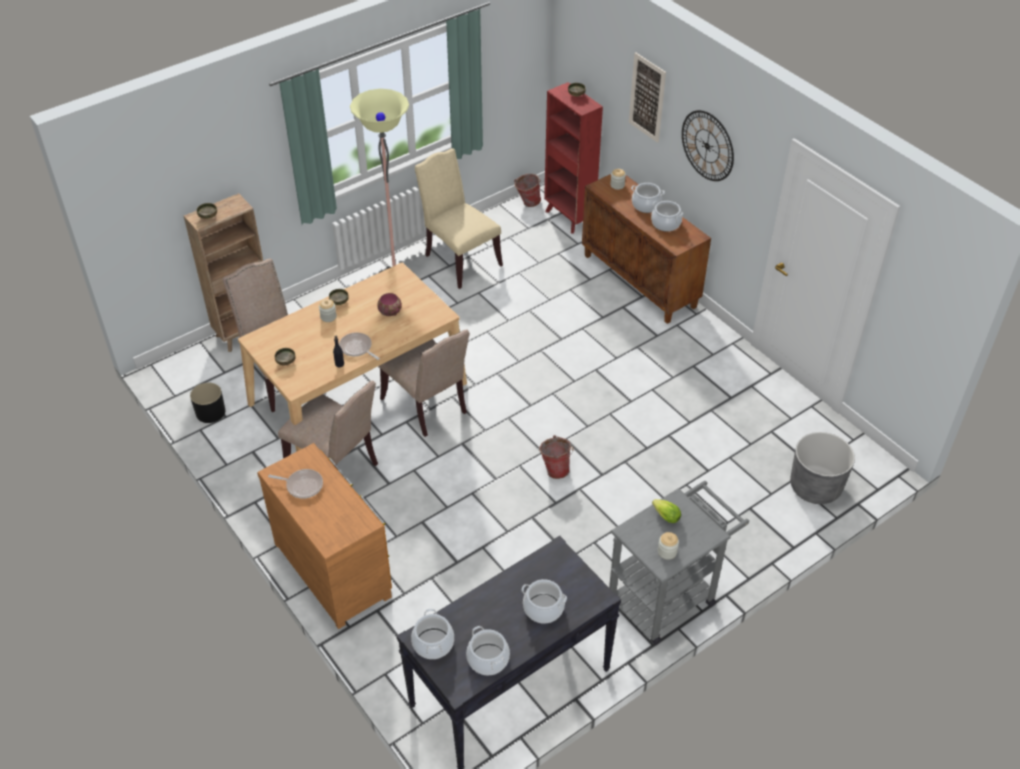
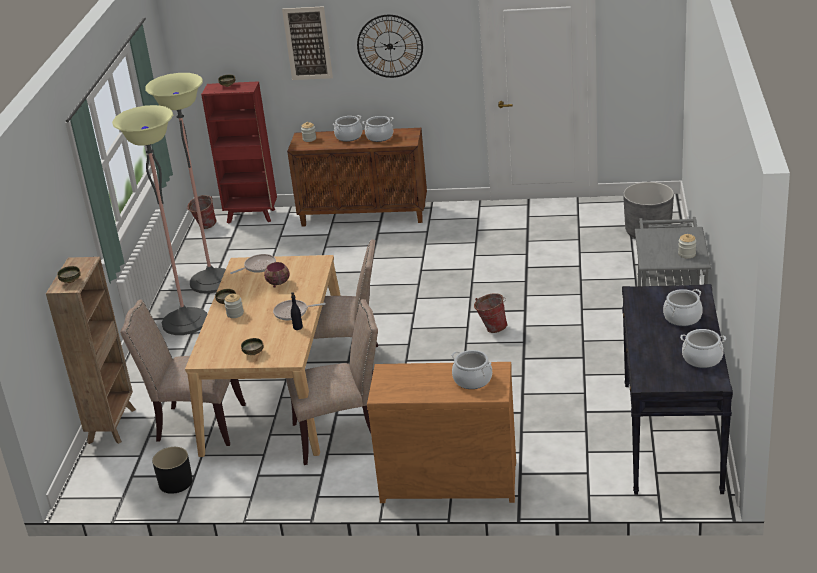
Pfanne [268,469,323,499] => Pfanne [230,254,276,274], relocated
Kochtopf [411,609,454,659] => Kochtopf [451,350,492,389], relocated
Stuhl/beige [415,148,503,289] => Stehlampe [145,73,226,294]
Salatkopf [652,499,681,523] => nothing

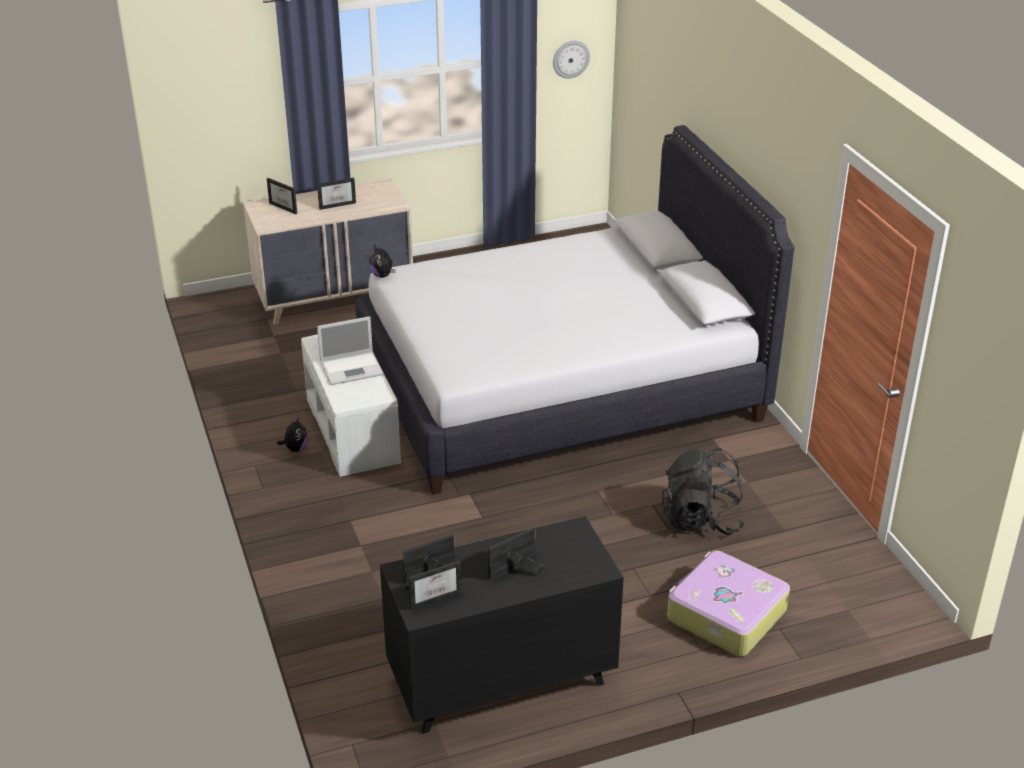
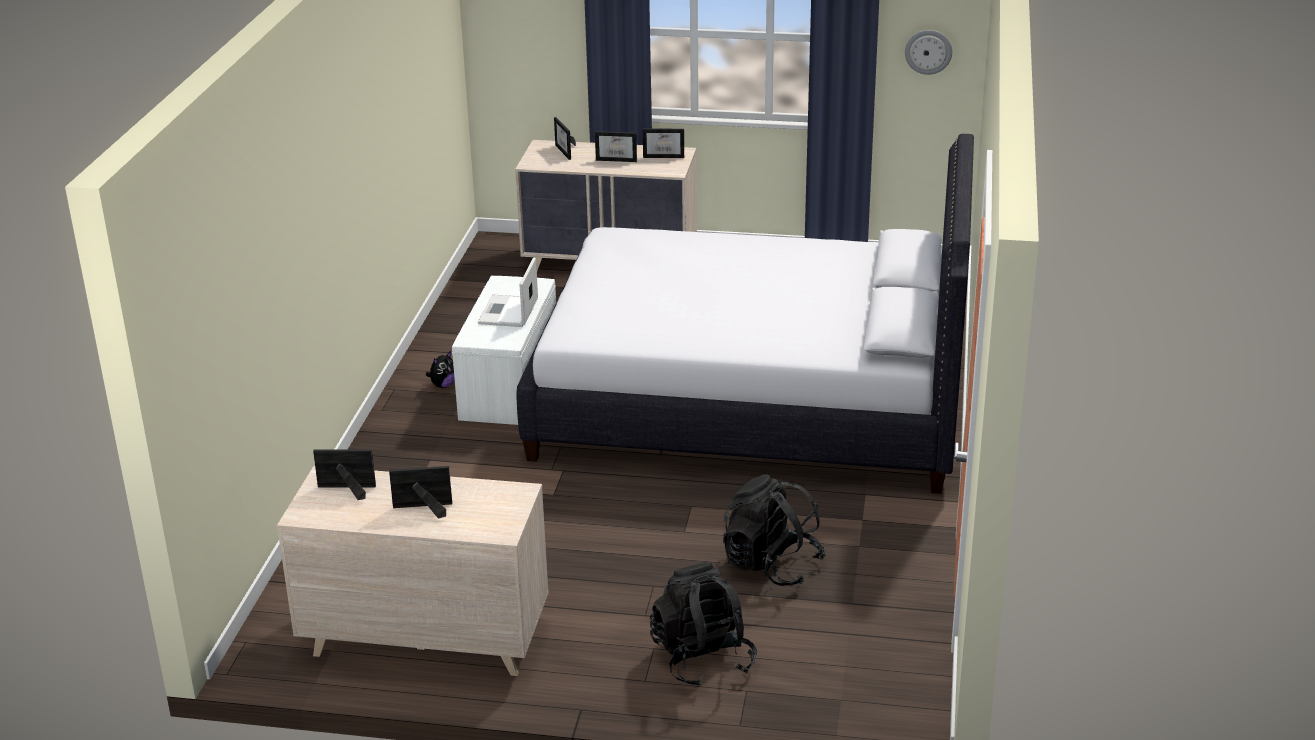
Laptop [317,316,384,385] => Laptop [478,257,538,327], 90 degrees clockwise
Plüschtier [369,245,395,278] => nothing
Kommode/schwarz [380,516,624,734] => Kommode/beige [277,466,548,676]
Bilderrahmen [405,560,462,610] => Bilderrahmen [643,129,684,158], relocated
Koffer [667,550,790,657] => Rucksack/schwarz [650,562,757,686]

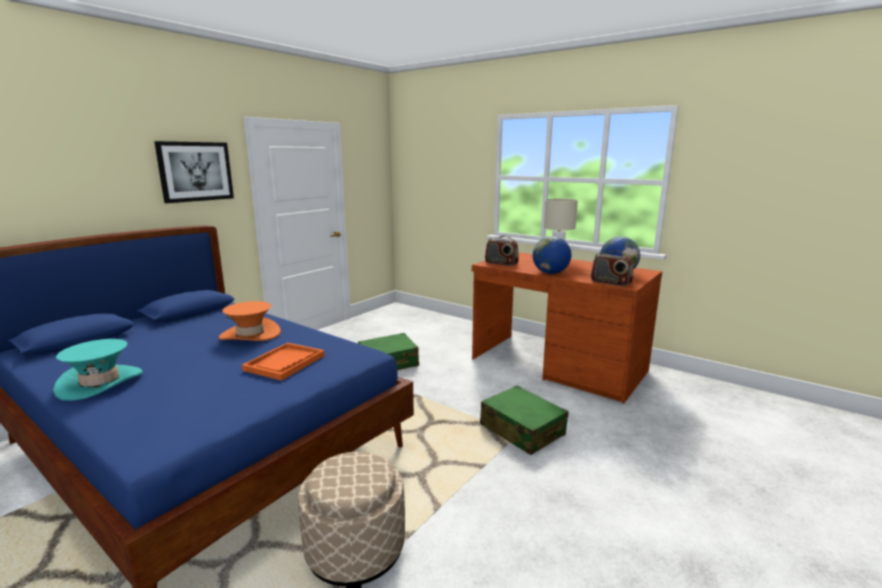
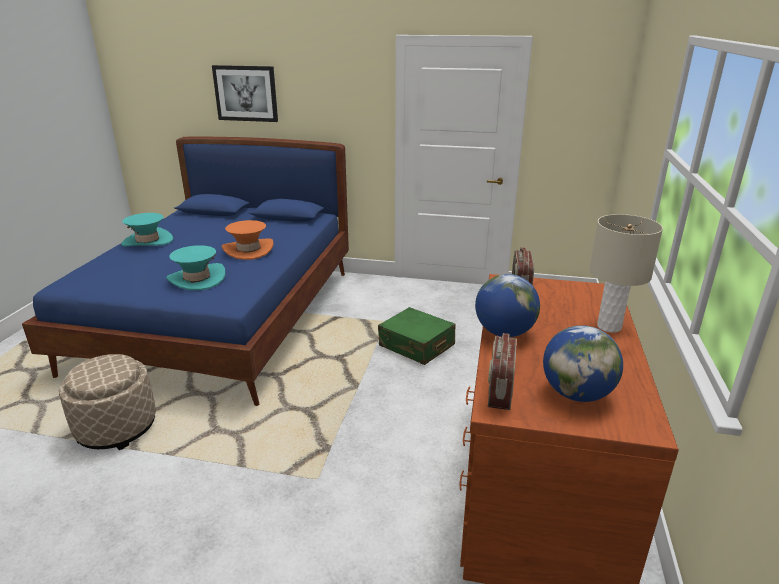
Bild [154,141,234,203] => Bild [212,65,278,122], relocated
Tablett/orange [242,343,325,381] => Hut/türkis [166,245,225,290]
Koffer/grün [480,385,569,455] => nothing

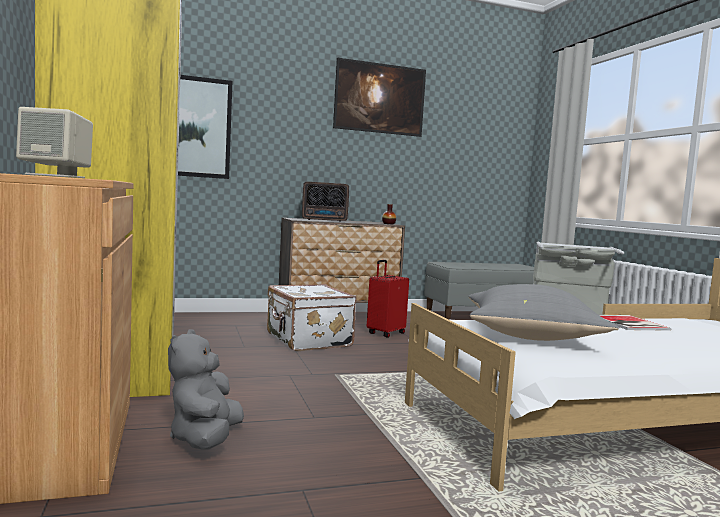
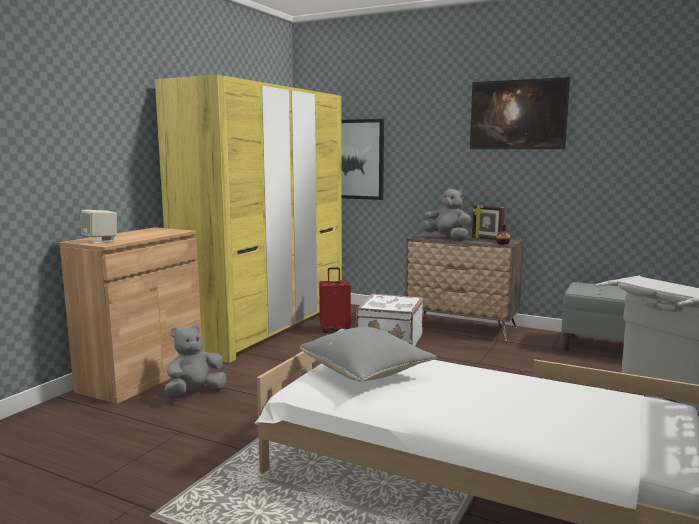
Radio [302,182,349,222] => Plüschtier/grau [420,188,471,240]
Koffer/rot [367,260,409,338] => Koffer/rot [319,267,351,333], relocated
Buch [598,314,671,331] => nothing
nothing => Bilderrahmen [472,205,505,240]

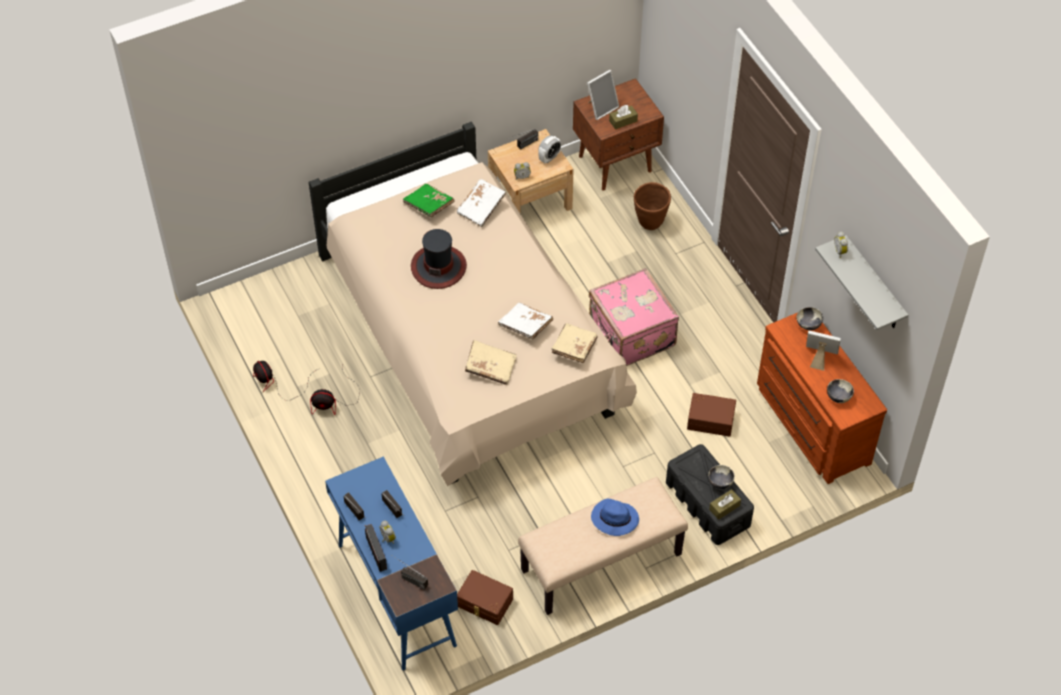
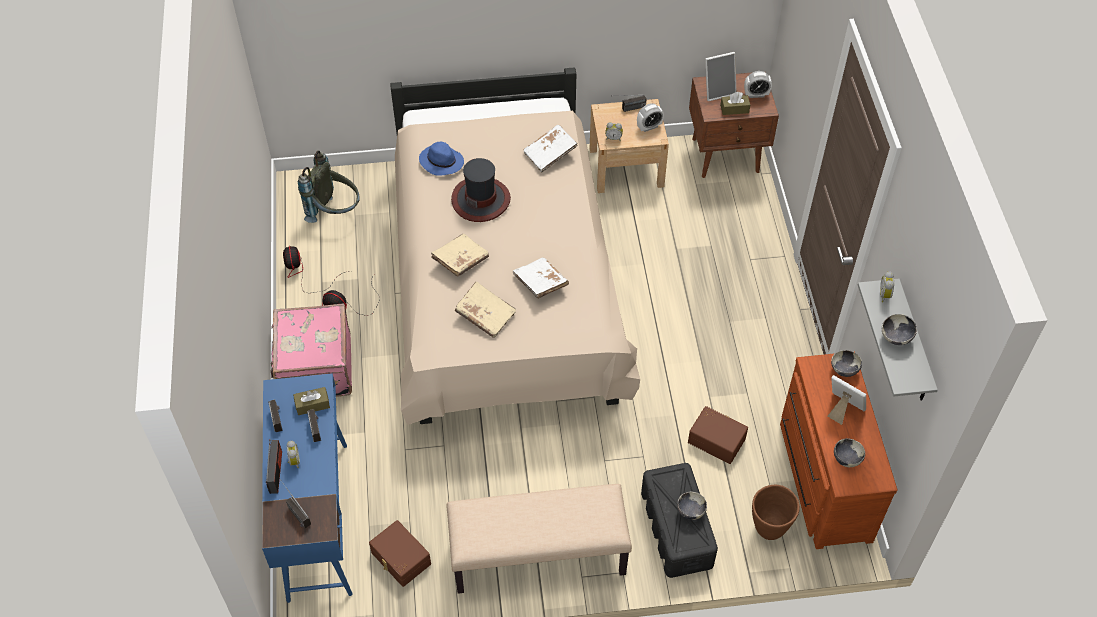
Buch/grün [403,184,455,218] => nothing
Buch/beige [551,323,598,363] => Buch/beige [431,234,489,277], relocated
Koffer/rosa [589,268,679,366] => Koffer/rosa [271,304,352,397], relocated
Hut/blau [591,499,639,536] => Hut/blau [419,142,464,176], relocated
Pflanzkübel/braun [634,182,671,230] => Pflanzkübel/braun [752,485,800,540], relocated
Taschentuchbox/braun [709,489,741,520] => Taschentuchbox/braun [293,387,330,415], relocated
nothing => Rucksack/grau [298,150,360,223]
nothing => Wecker [744,71,772,98]
nothing => Schüssel [882,314,917,345]

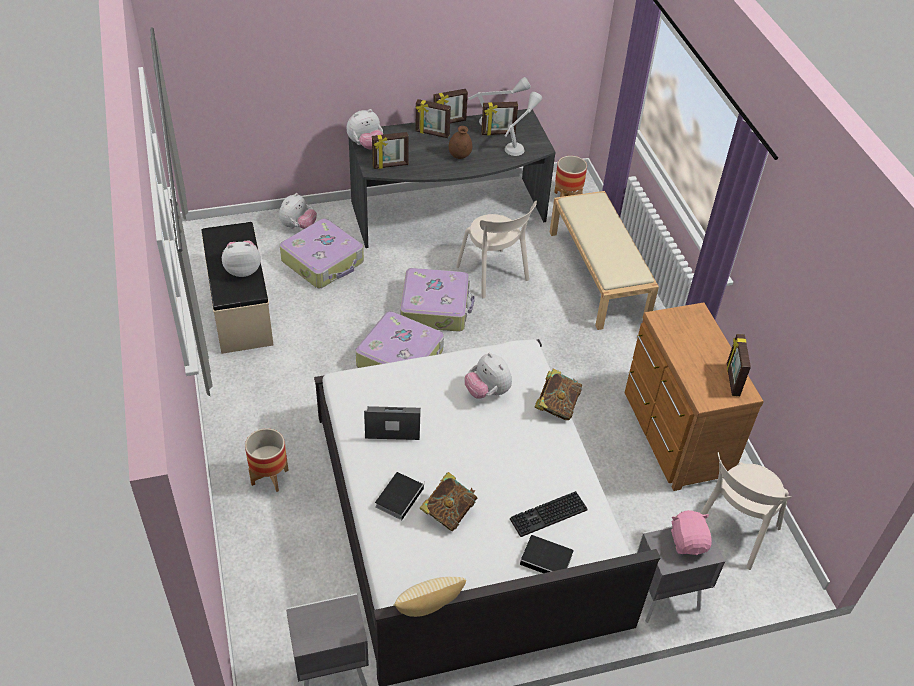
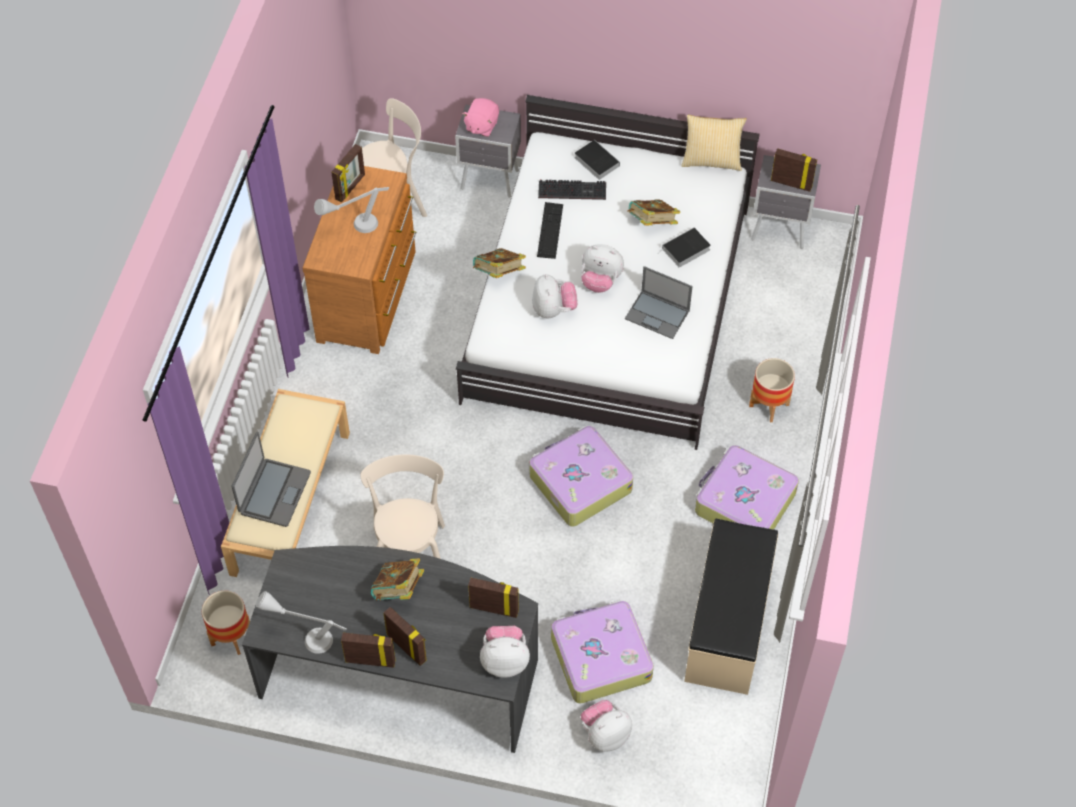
Plüschtier [222,240,261,277] => Plüschtier [581,244,624,293], relocated
Koffer [400,268,475,332] => Koffer [695,445,799,529], relocated
Vase/braun [449,126,472,159] => Buch [371,558,424,601]
Bilderrahmen [481,102,518,135] => Bilderrahmen [771,148,817,192], relocated
Tischlampe/grau [505,92,543,156] => Tischlampe/grau [314,187,389,233], relocated
nothing => Laptop [232,432,311,527]
nothing => Tastatur [537,202,563,259]

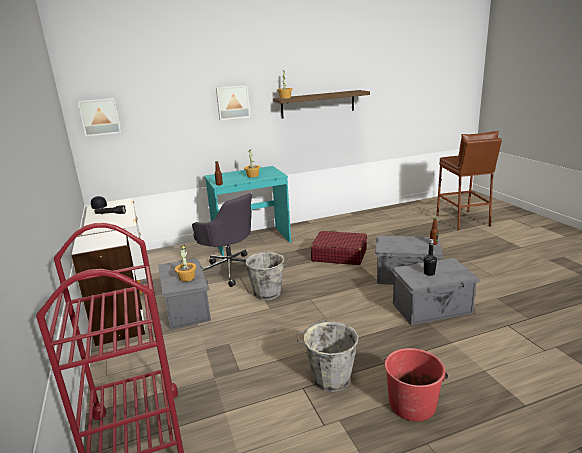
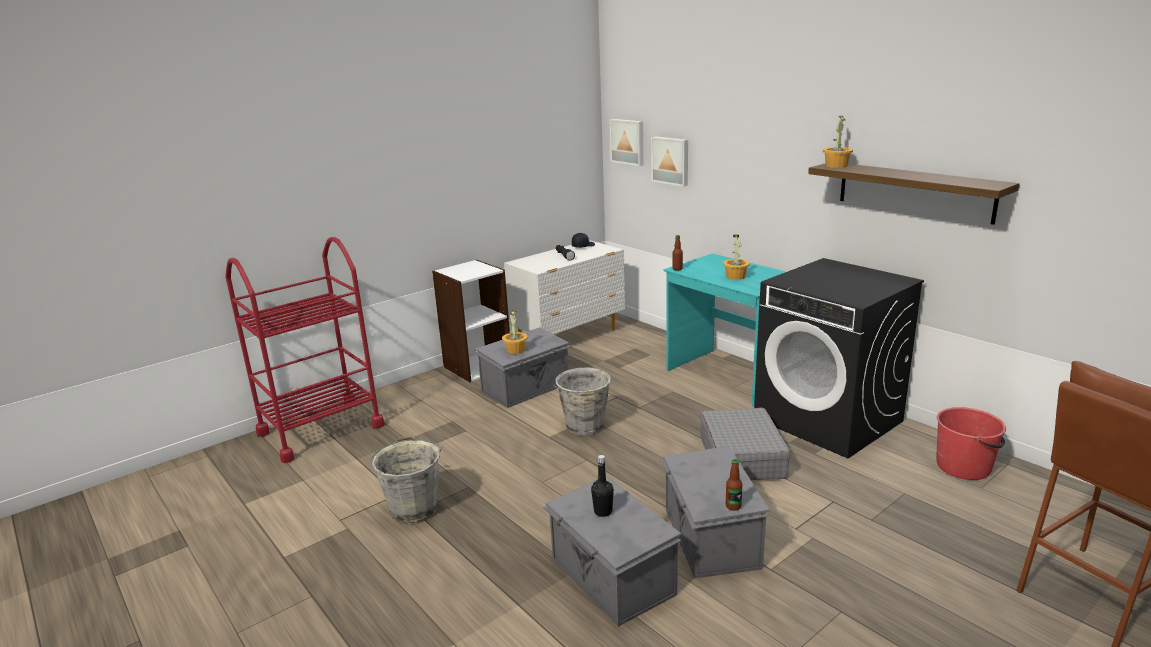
Bürostuhl/grau [192,193,252,287] => nothing
Bild [216,85,250,120] => Bild [651,136,688,187], relocated
Koffer/rot [311,231,367,265] => Koffer/grau [700,408,790,480]
Eimer/rot [384,348,448,421] => Eimer/rot [937,407,1006,480], relocated
nothing => Waschmaschine/schwarz [754,258,924,458]

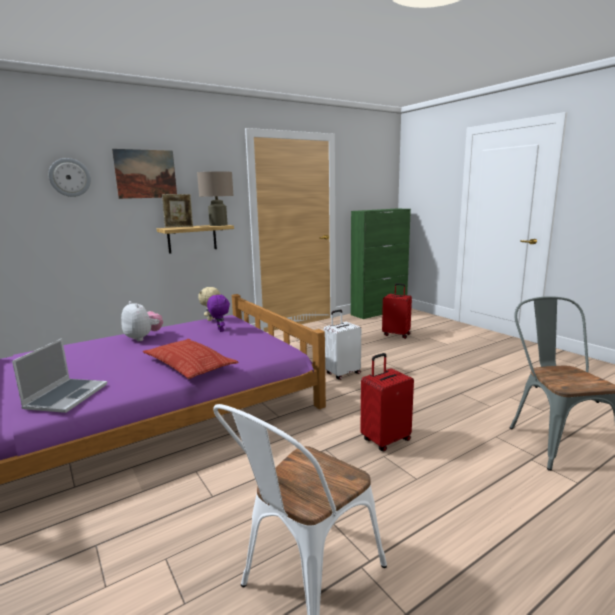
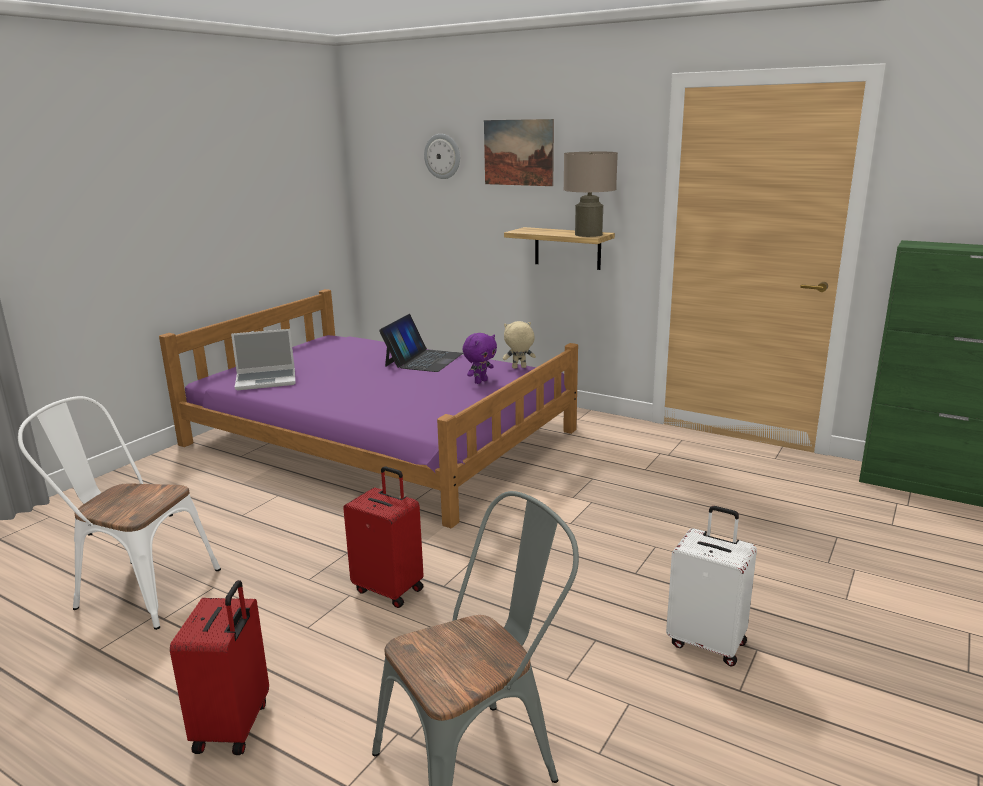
Plüschtier [121,301,163,341] => Laptop [379,314,463,372]
Kissen [143,339,238,379] => nothing
Bilderrahmen [162,194,193,228] => nothing
Koffer/weiß [323,310,361,380] => Koffer/weiß [666,506,757,667], relocated
Koffer/rot [382,283,412,339] => Koffer/rot [170,580,269,755], relocated

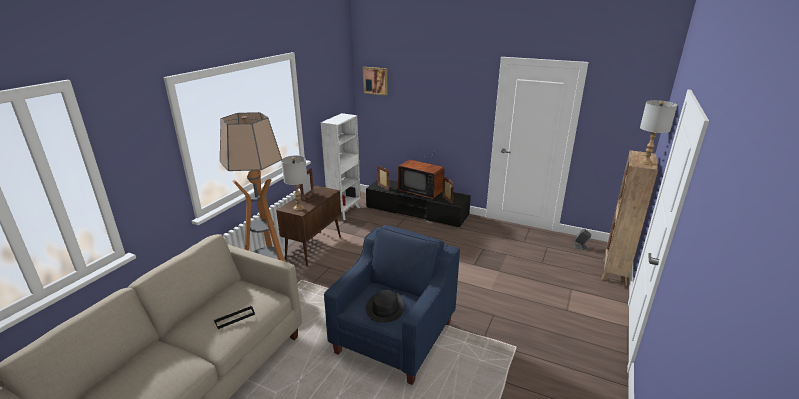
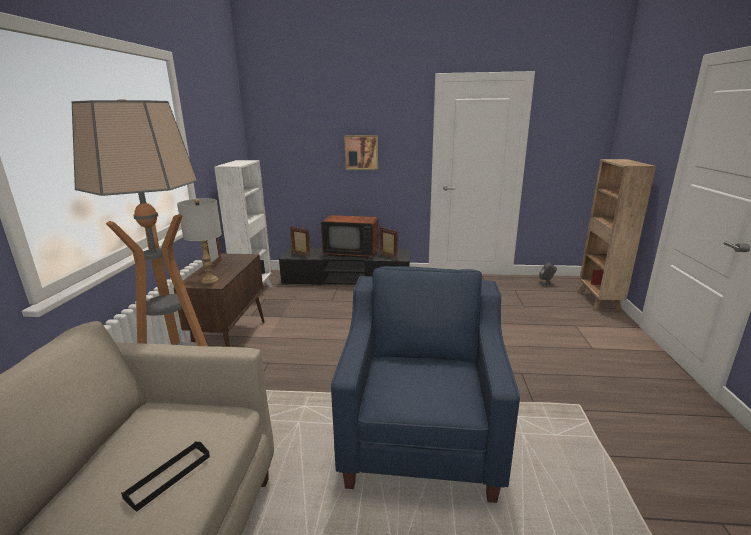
Bild [363,67,387,96] => Bild [344,135,378,170], relocated
Hut/schwarz [366,290,405,323] => nothing
Tischlampe/grau [640,100,677,165] => nothing

